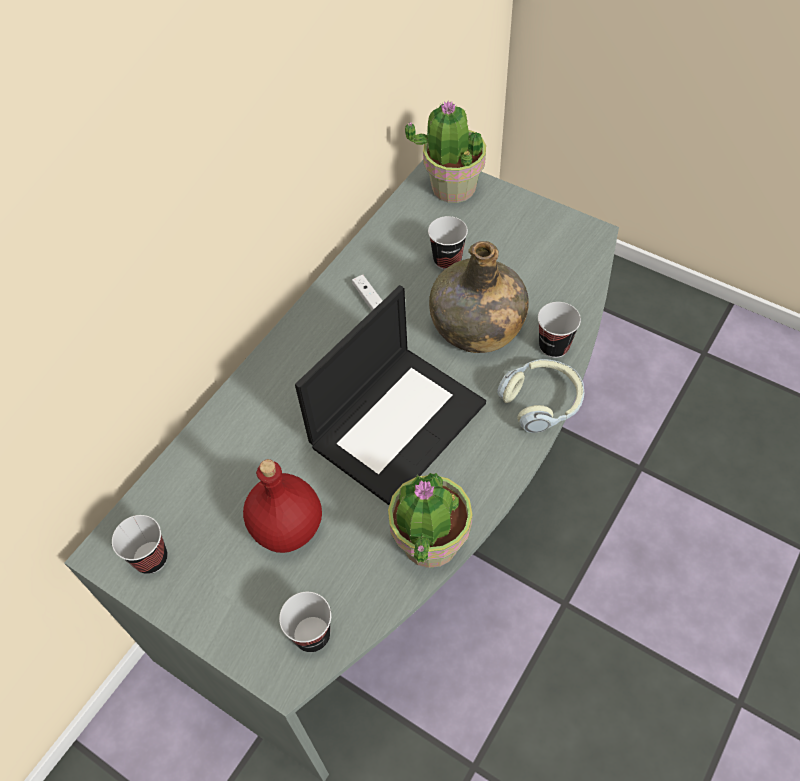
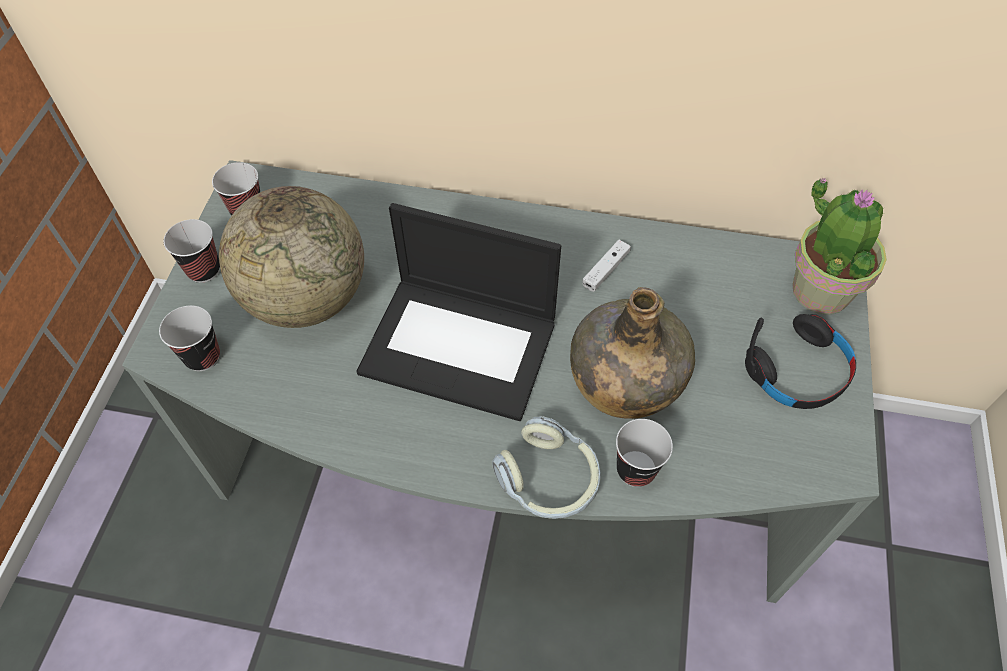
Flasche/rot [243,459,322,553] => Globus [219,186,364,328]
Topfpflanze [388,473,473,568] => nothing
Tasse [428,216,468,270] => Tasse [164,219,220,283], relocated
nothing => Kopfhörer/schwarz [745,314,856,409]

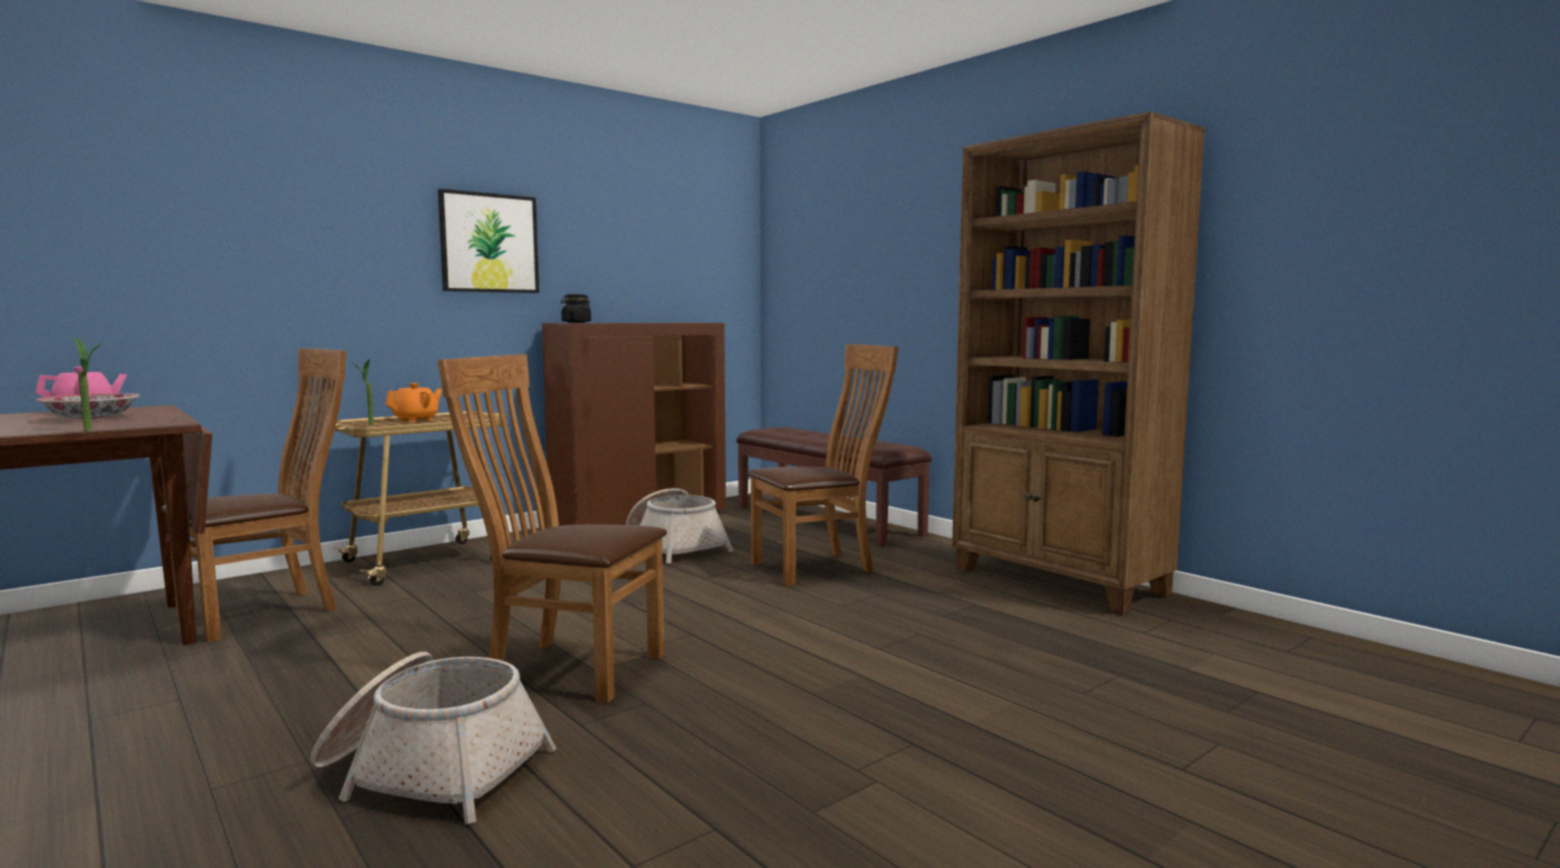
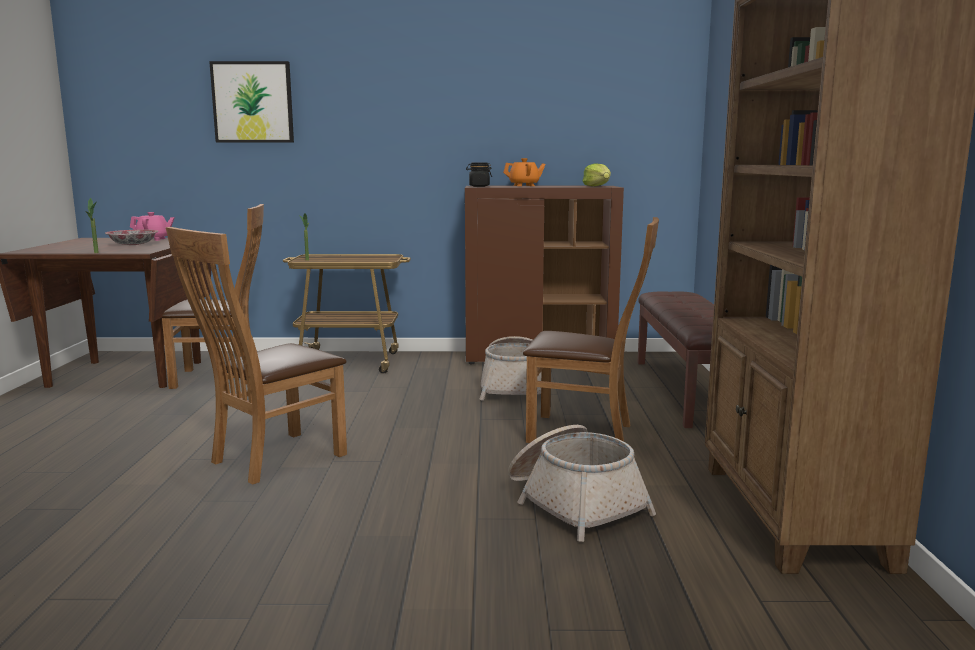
Korb [311,652,556,824] => Korb [508,425,656,542], relocated
Teekanne/orange [385,383,442,422] => Teekanne/orange [503,158,546,186], relocated
Stuhl/braun [437,354,667,703] => Stuhl/braun [166,227,347,485], 105 degrees counterclockwise
Bild [438,189,539,293] => Bild [209,61,294,142], relocated
nothing => Salatkopf [583,163,611,186]

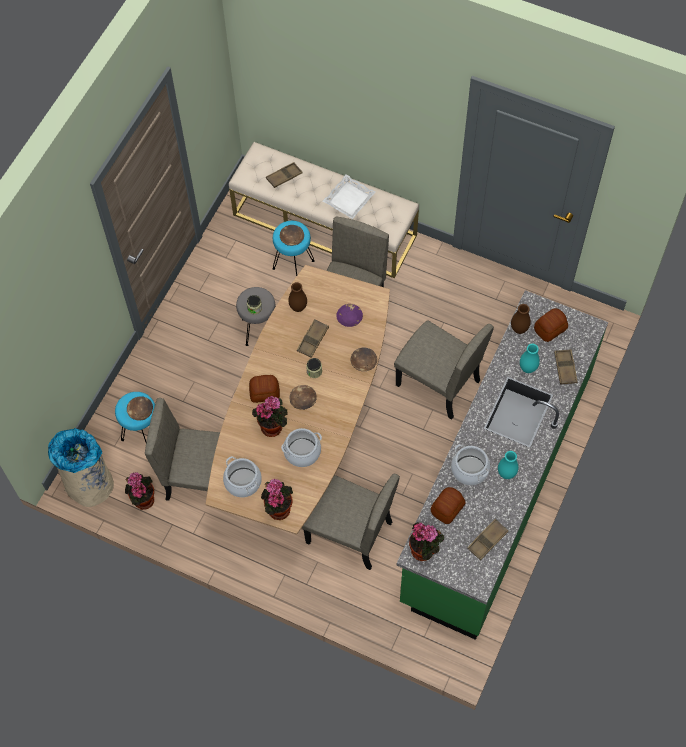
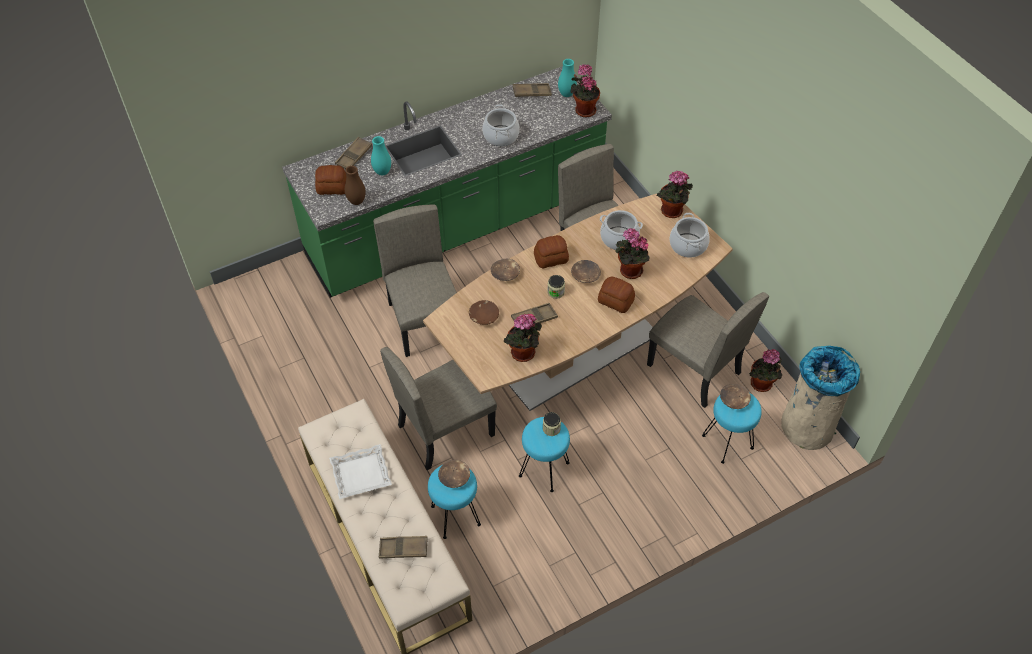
Hocker/grau [236,287,275,346] => Hocker/türkis [519,417,570,492]
Vase/braun [288,282,307,312] => Topfpflanze [503,314,542,362]
Schüssel/lila [336,304,363,327] => Schüssel/braun [469,300,499,325]
Brot [431,487,466,524] => Brot [534,235,569,269], relocated
Vase/türkis [498,451,518,479] => Vase/türkis [558,59,577,97], relocated

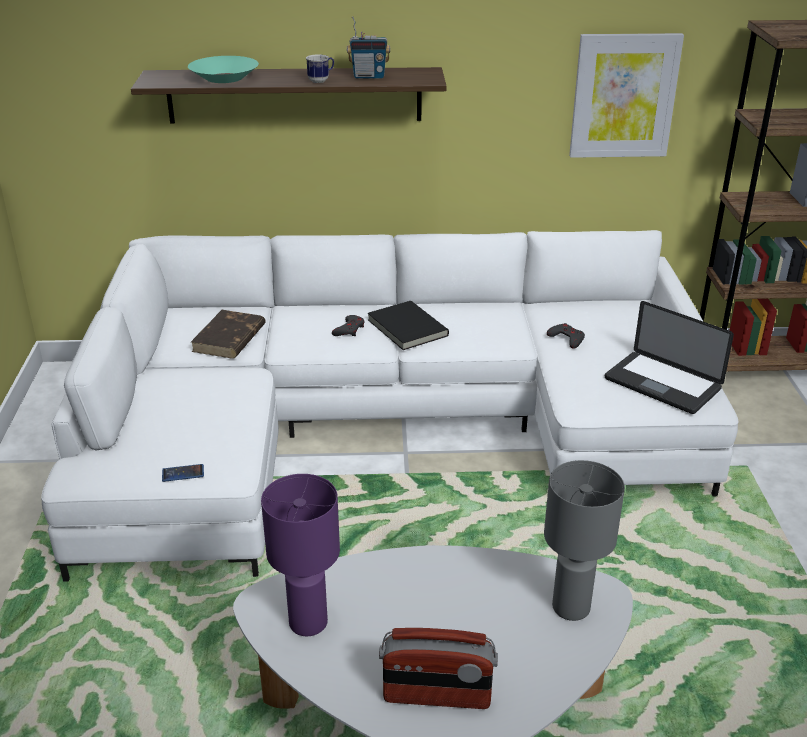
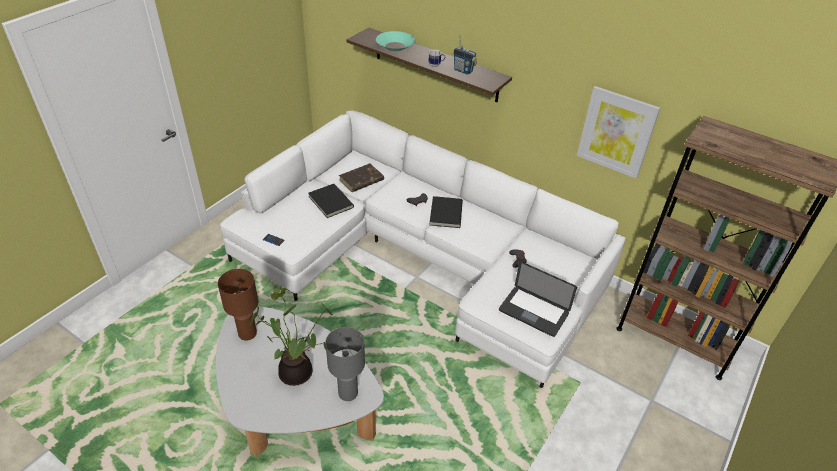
Tischlampe/lila [261,474,340,636] => Tischlampe/braun [218,269,258,340]
Radio [379,628,498,709] => nothing
Laptop [605,301,734,414] => Laptop [499,261,577,337], 45 degrees counterclockwise
nothing => Topfpflanze [249,288,333,386]
nothing => Buch/schwarz [308,184,354,218]

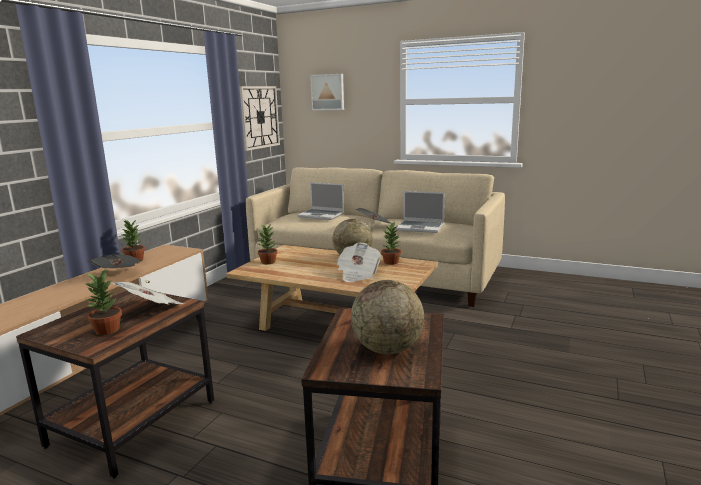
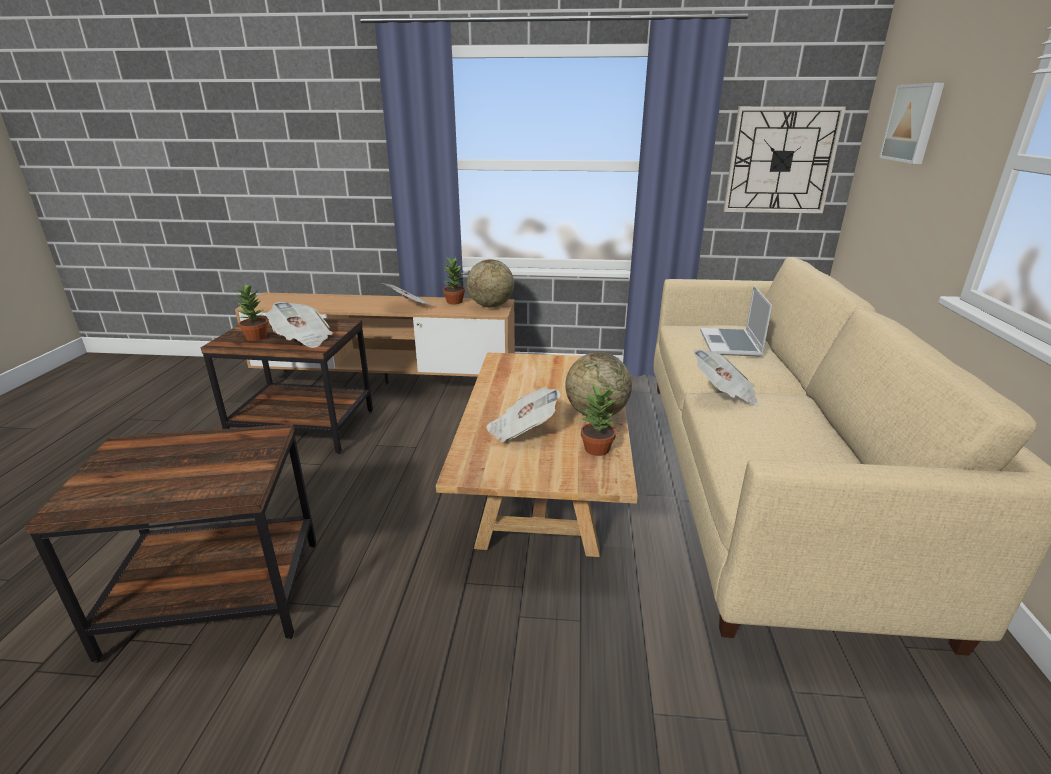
Topfpflanze [258,224,278,264] => nothing
Globus [351,280,424,354] => Globus [467,260,514,307], relocated
Laptop [396,191,445,233] => nothing

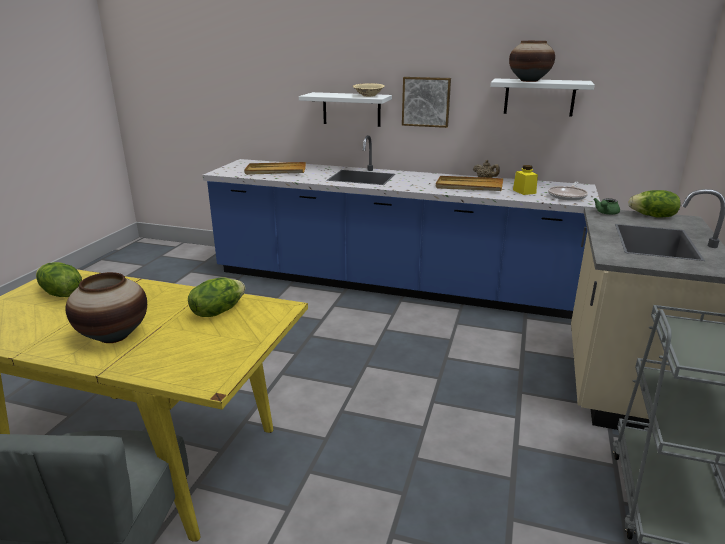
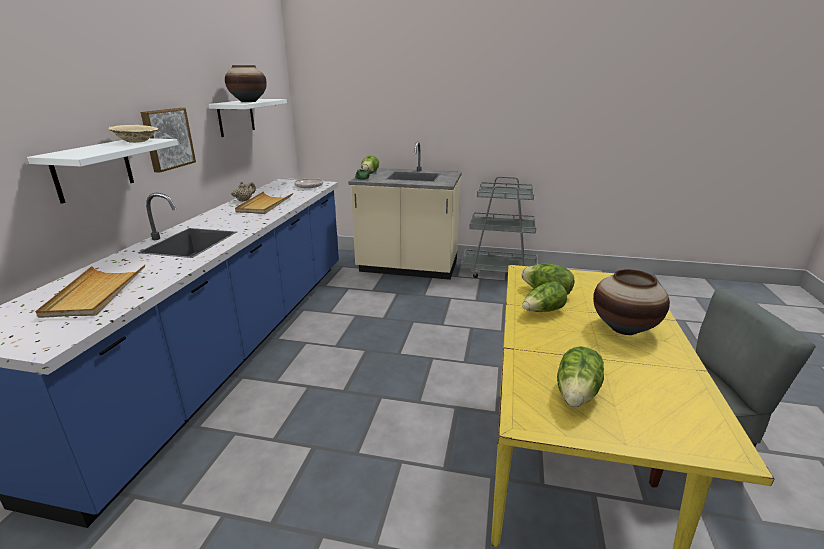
Vorratsglas/gelb [513,165,538,195] => nothing
nothing => Salatkopf [522,281,567,312]

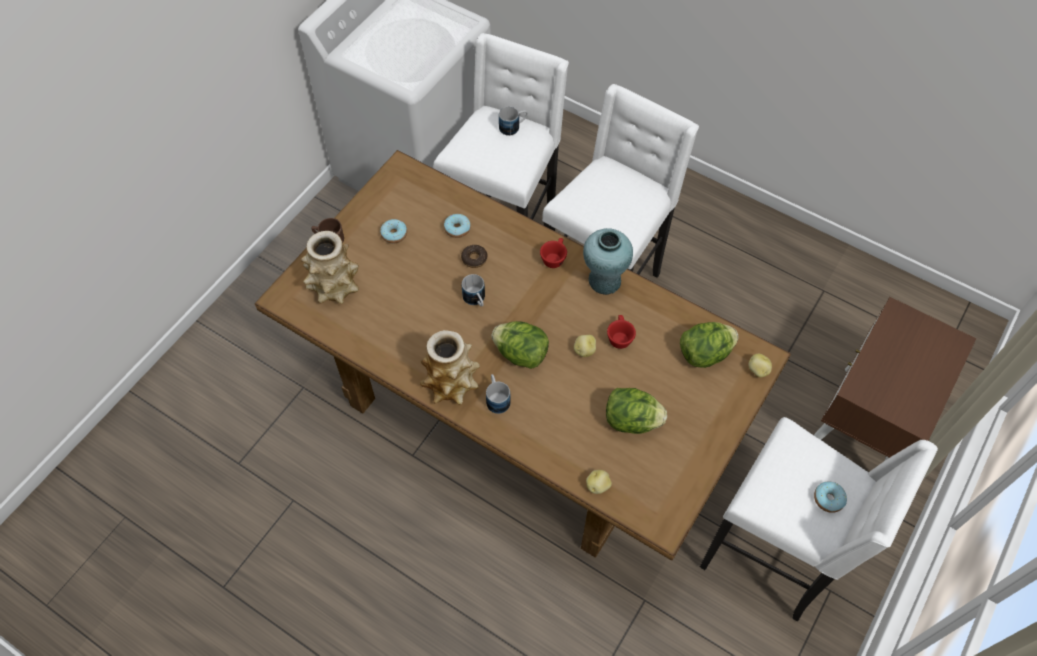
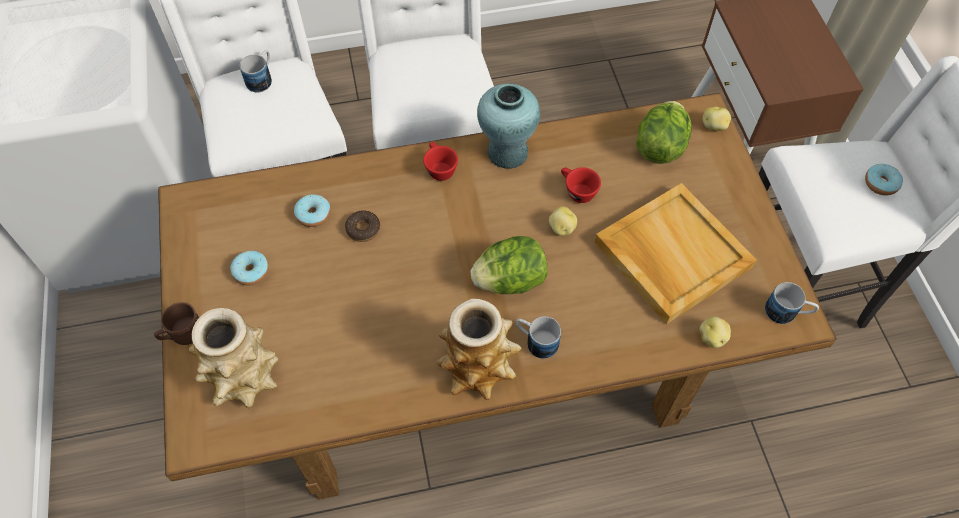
Henkelbecher [462,274,485,307] => Henkelbecher [765,282,819,324], relocated
Salatkopf [606,388,667,434] => Tablett/beige [595,183,757,324]

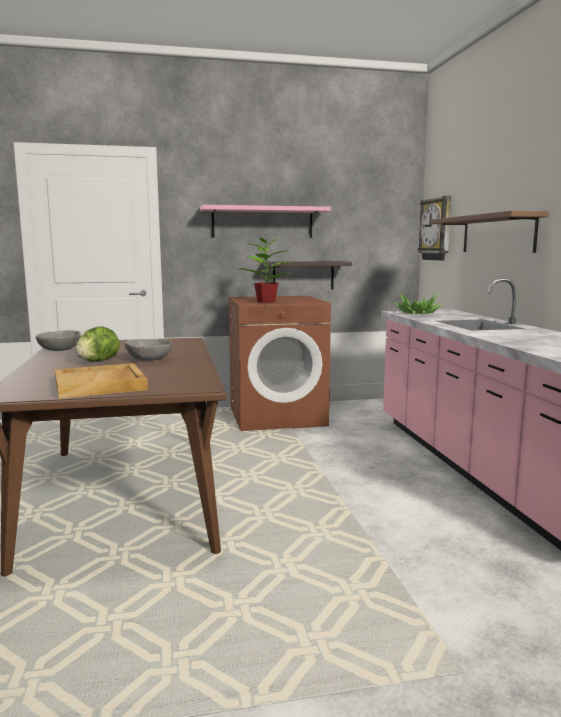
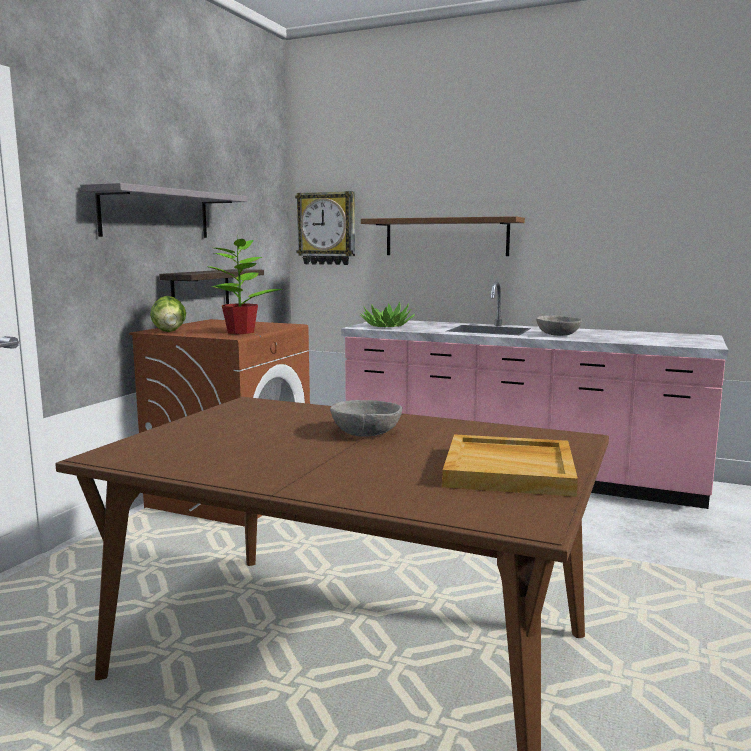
Schüssel/grau [36,330,81,351] => Schüssel/grau [536,315,582,336], relocated
Salatkopf [75,326,120,362] => Salatkopf [150,296,186,332], relocated
Wandregal/rosa [200,205,331,238] => Wandregal/grau [80,183,248,238]

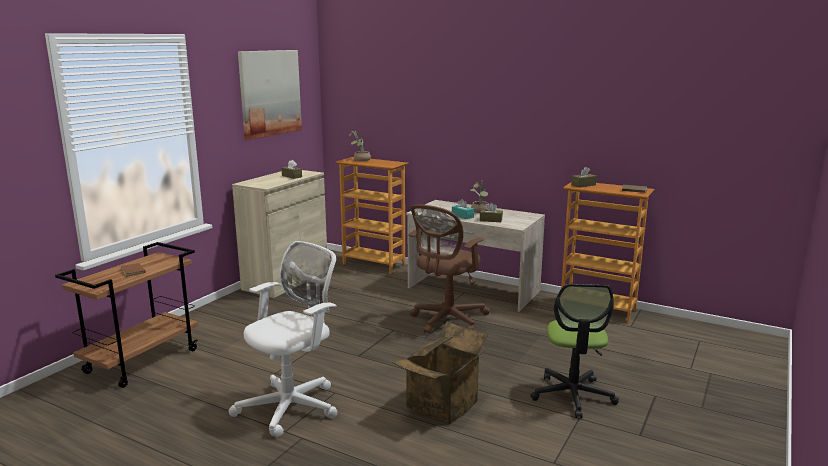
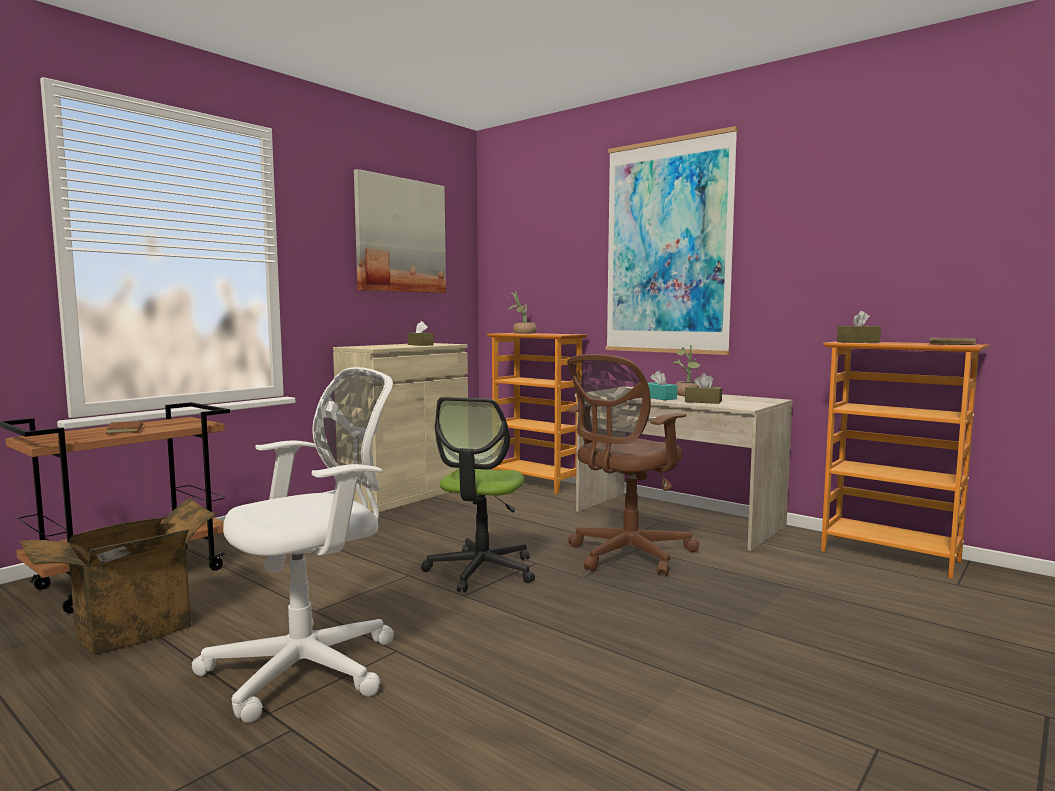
Karton [392,321,489,424] => Karton [20,498,217,655], relocated
Bürostuhl [530,284,619,418] => Bürostuhl [421,397,535,592], relocated
nothing => Bild [606,126,738,355]

